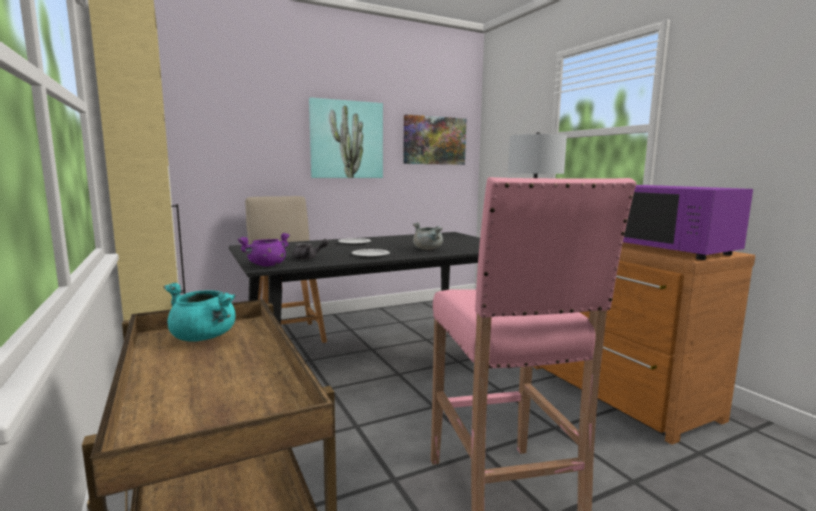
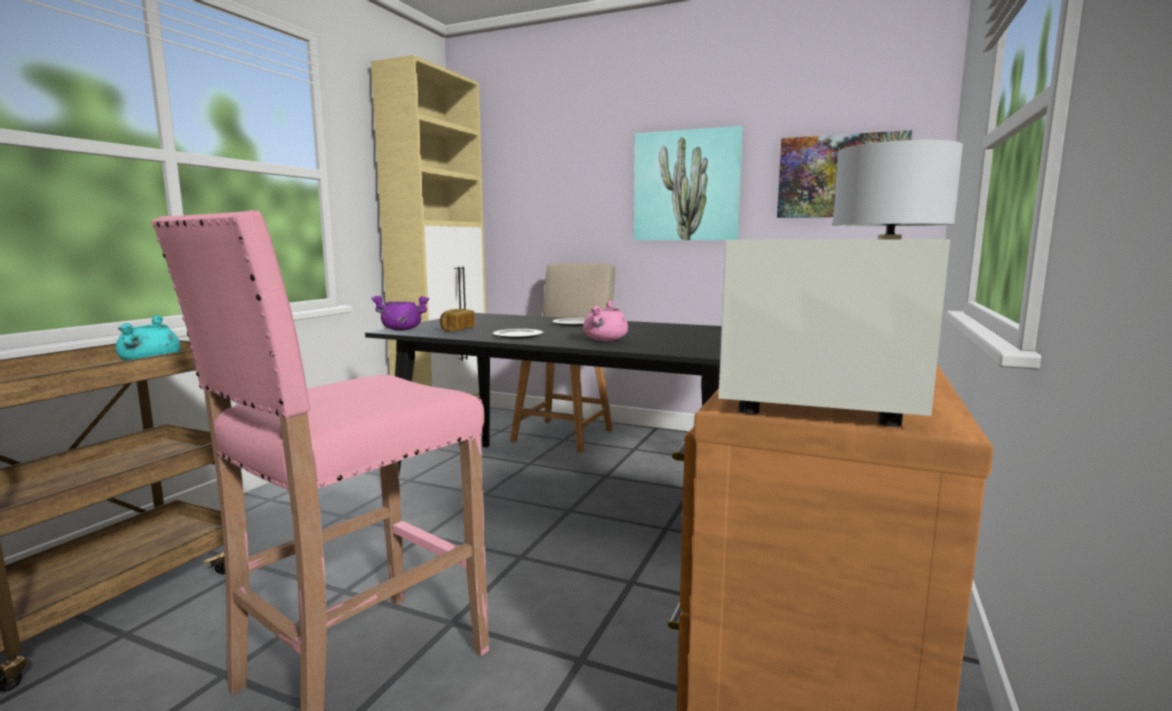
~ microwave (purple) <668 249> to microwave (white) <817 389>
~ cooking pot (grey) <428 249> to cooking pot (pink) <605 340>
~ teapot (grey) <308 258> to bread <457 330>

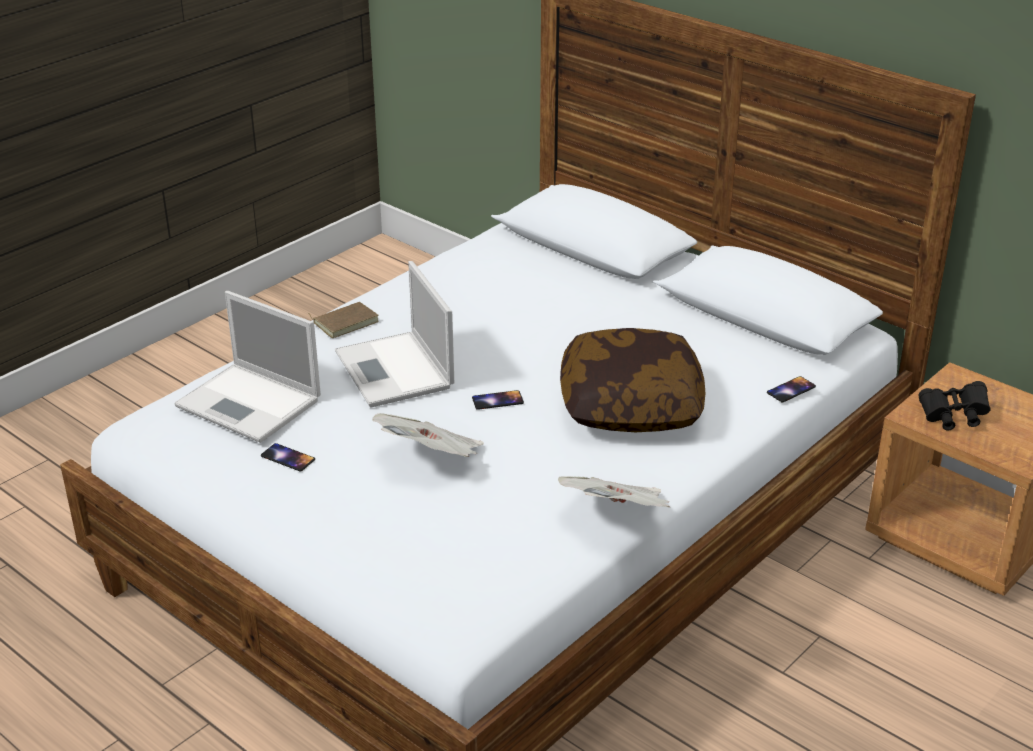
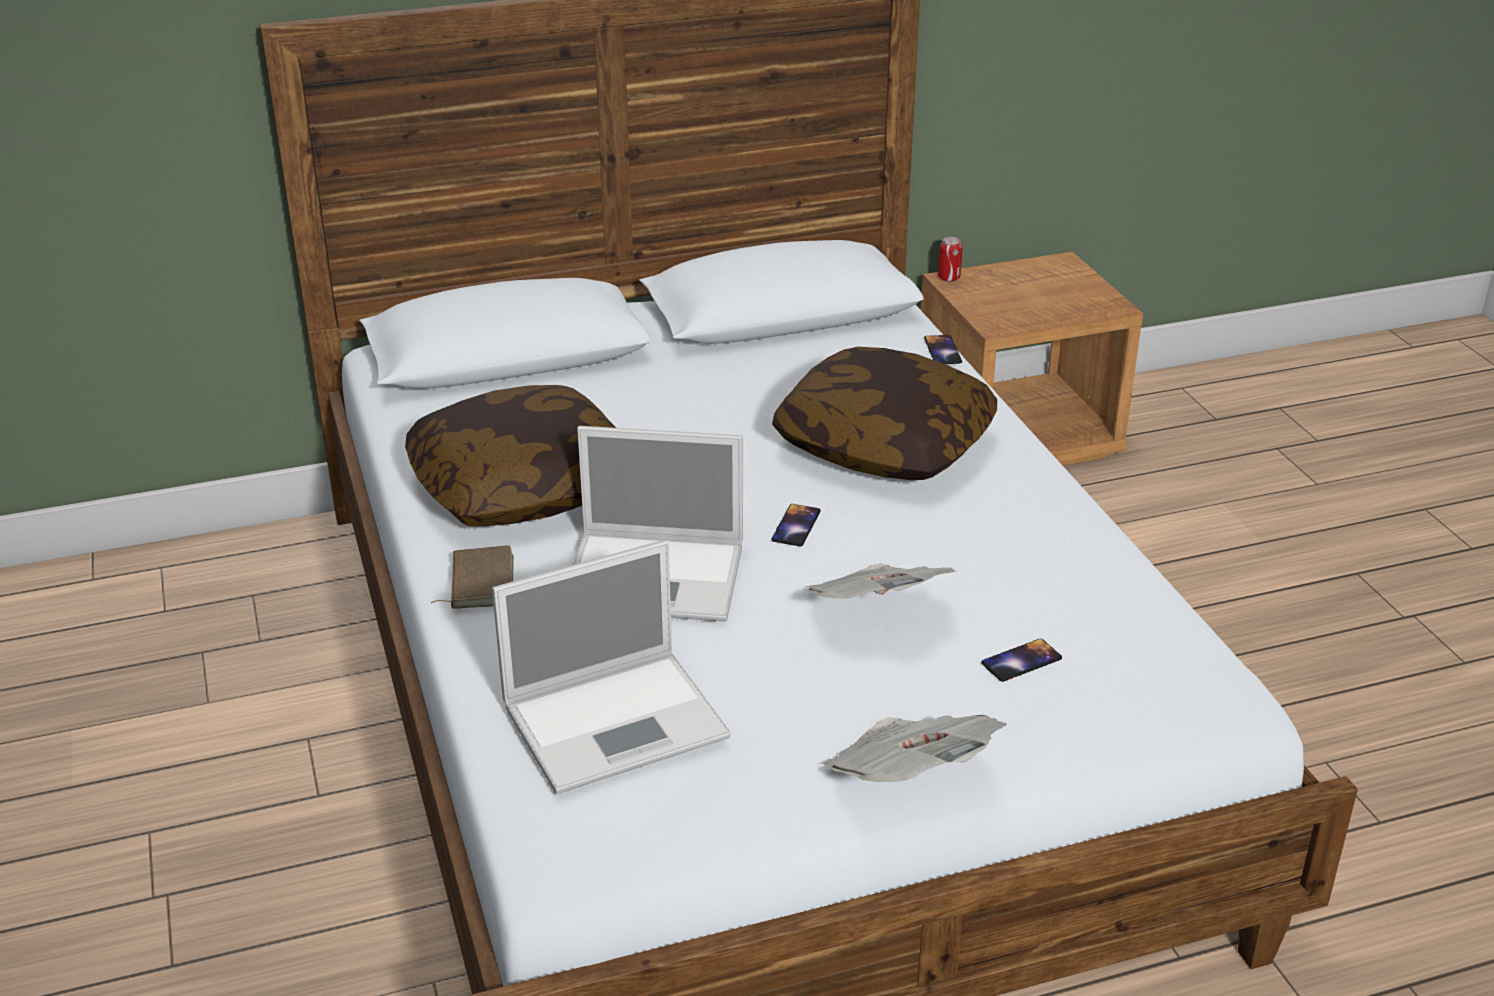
- binoculars (black) <953 417>
~ phone <288 458> to <1021 661>
~ newspaper <617 515> to <910 779>
+ can <949 278>
+ pillow <522 488>

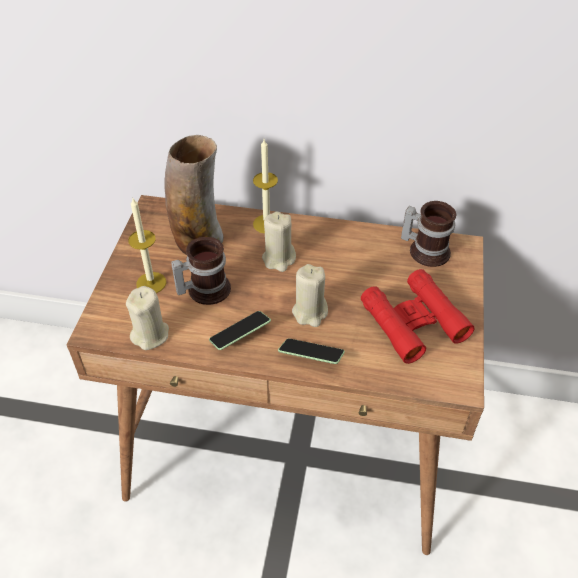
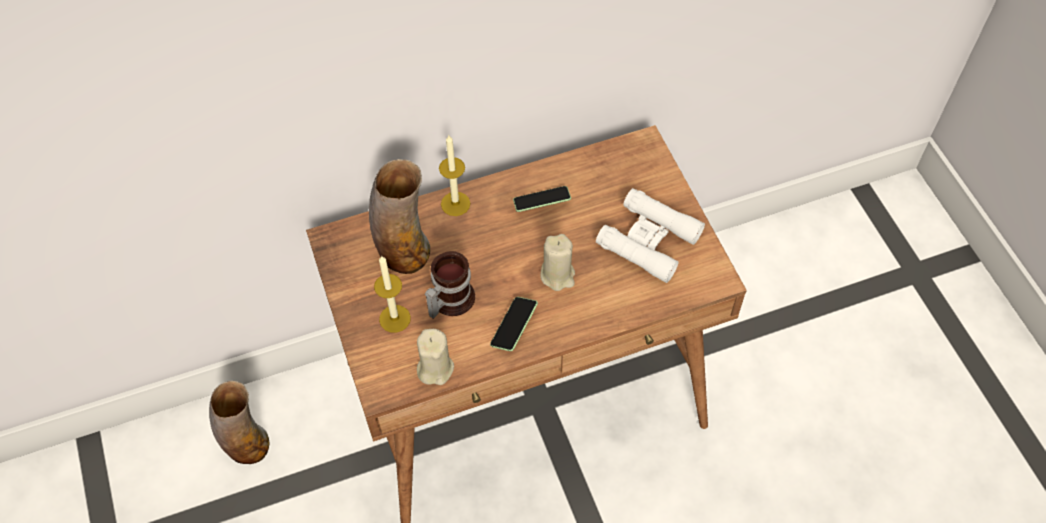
- mug <426 249>
- candle (beige) <279 259>
~ binoculars (red) <413 322> to binoculars (white) <648 240>
~ phone <311 356> to <541 203>
+ vase <247 445>

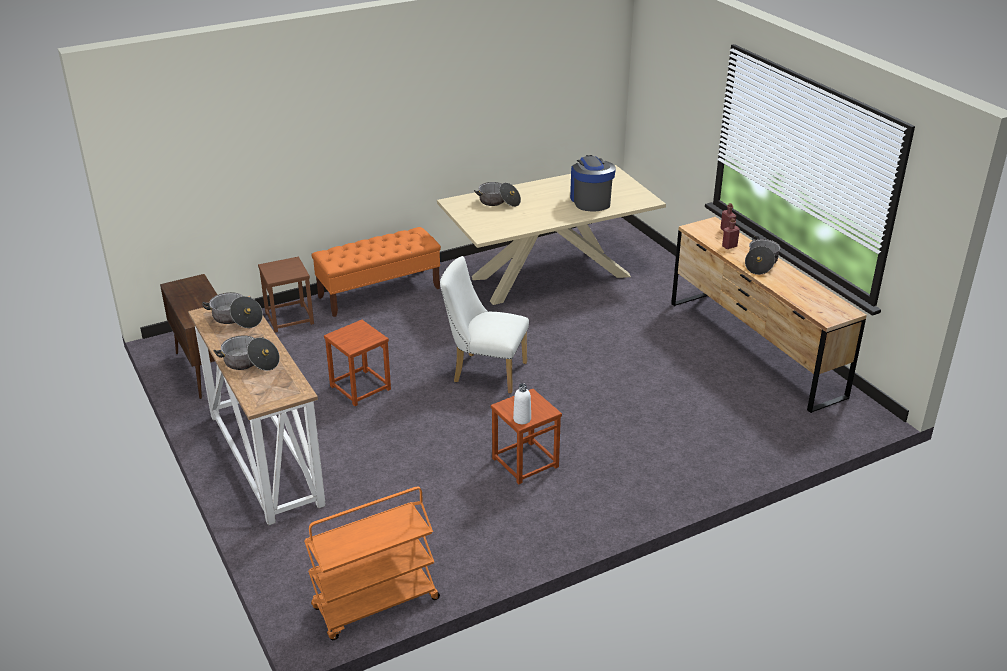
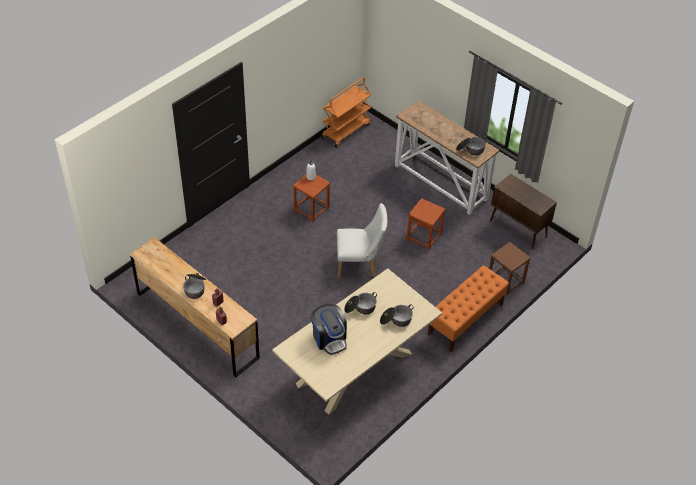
~ cooking pot <250 363> to <360 308>

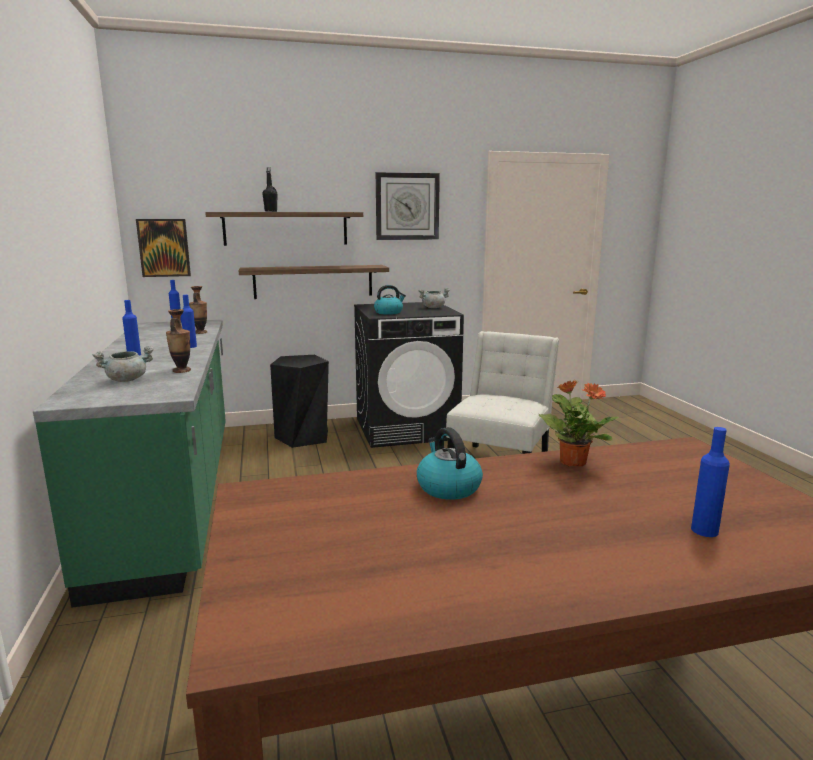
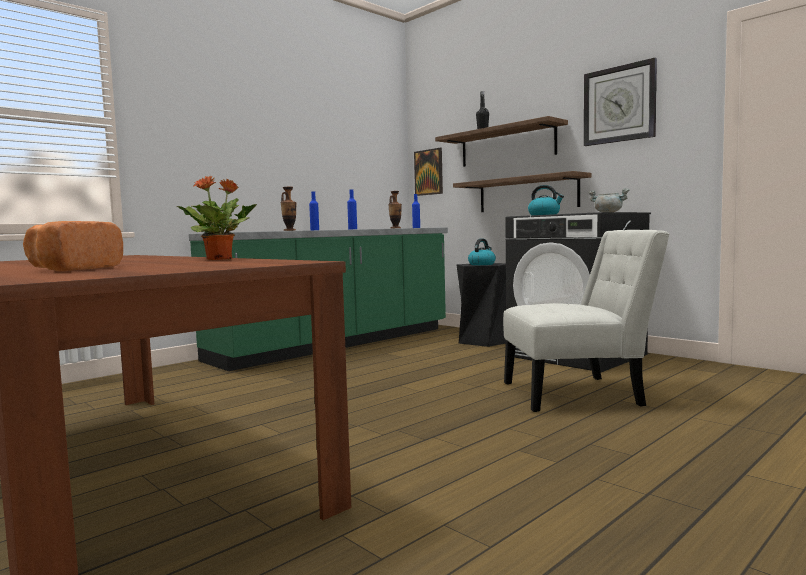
- cooking pot (grey) <127 380>
~ kettle <447 487> to <482 264>
~ bottle (blue) <704 530> to bread <73 269>

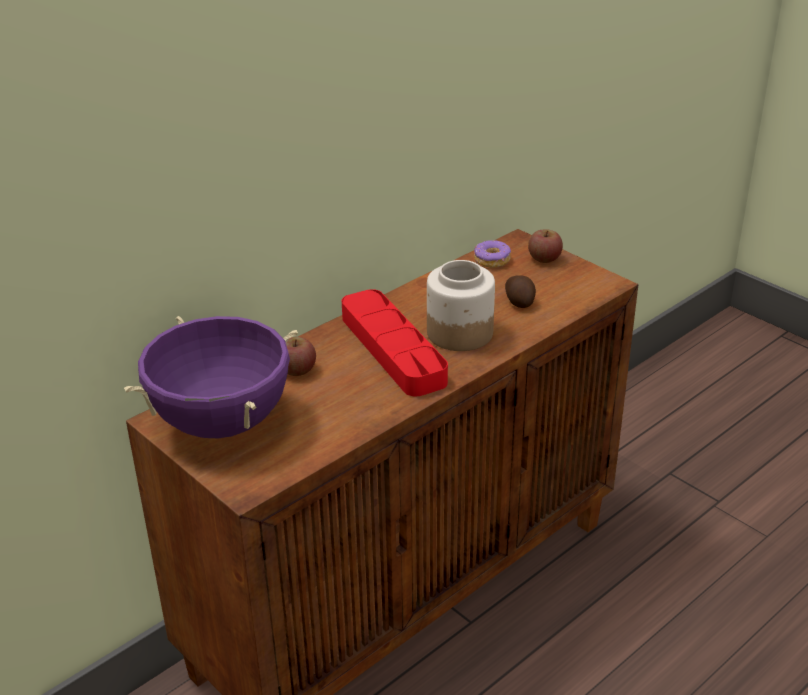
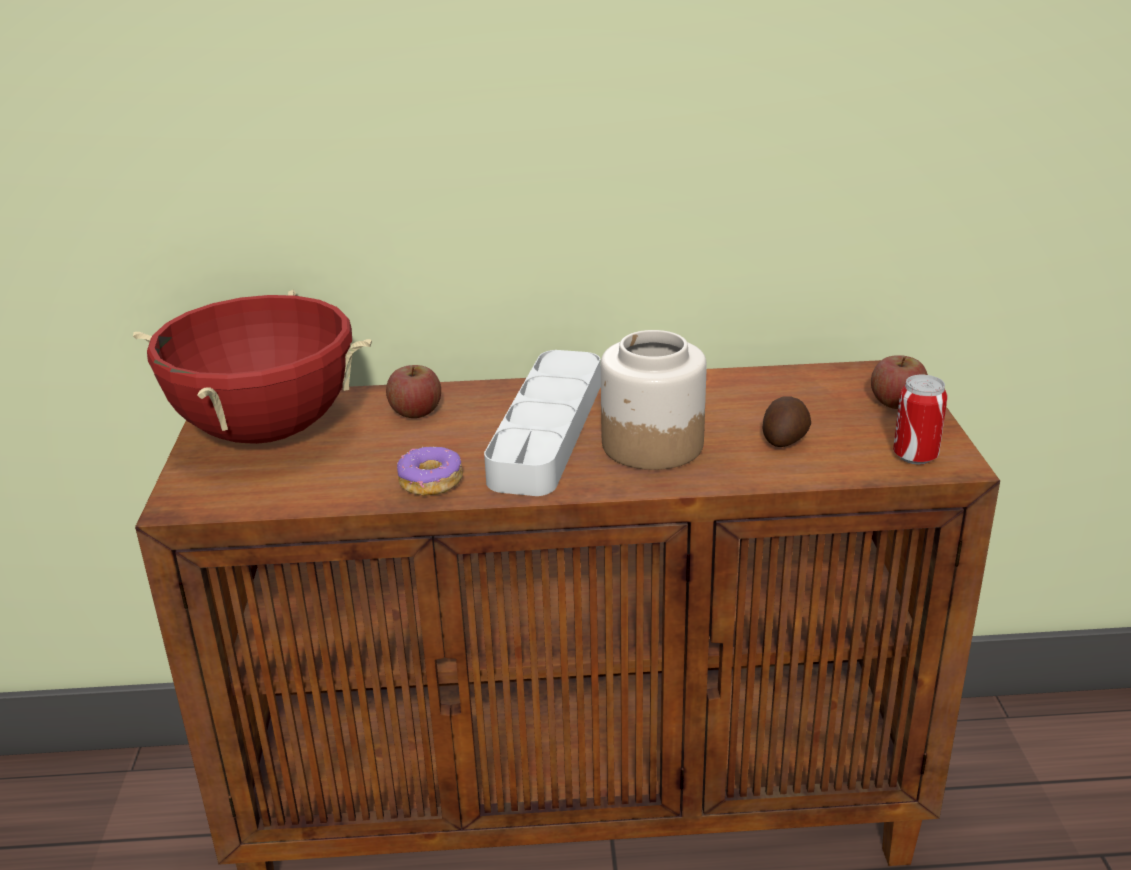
~ donut <492 260> to <430 482>
~ tray (red) <392 349> to tray (grey) <547 431>
~ cooking pot (purple) <222 423> to cooking pot (red) <266 431>
+ can <915 456>

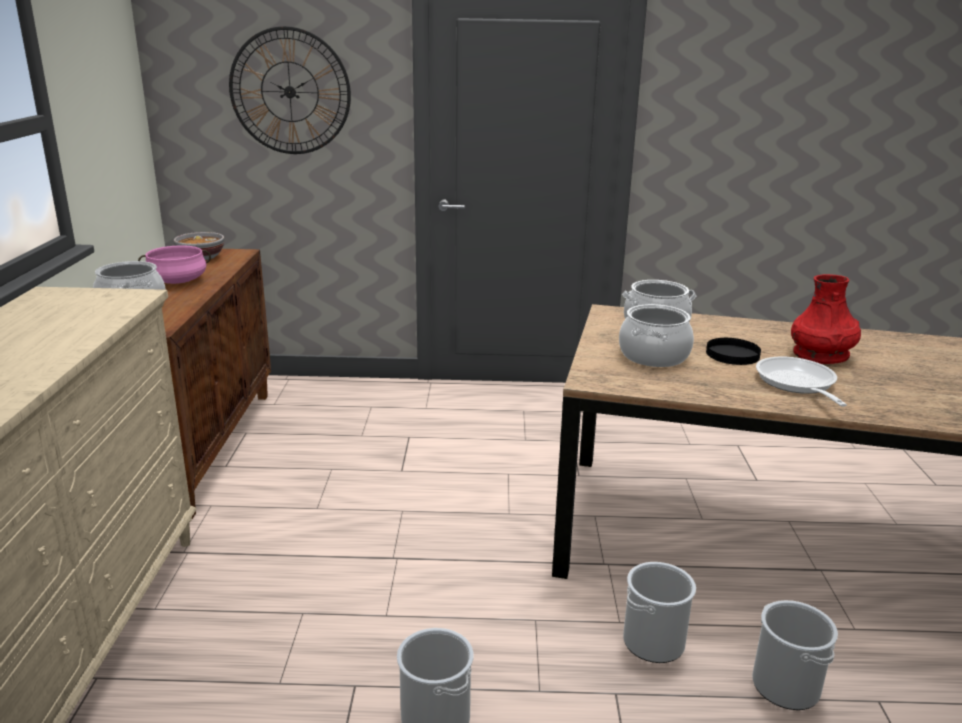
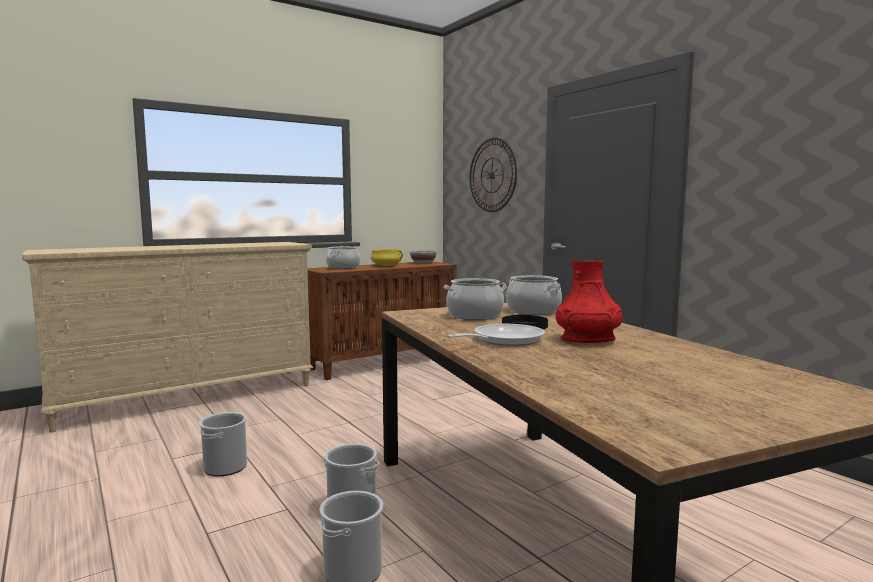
~ cooking pot (pink) <178 281> to cooking pot (yellow) <386 265>

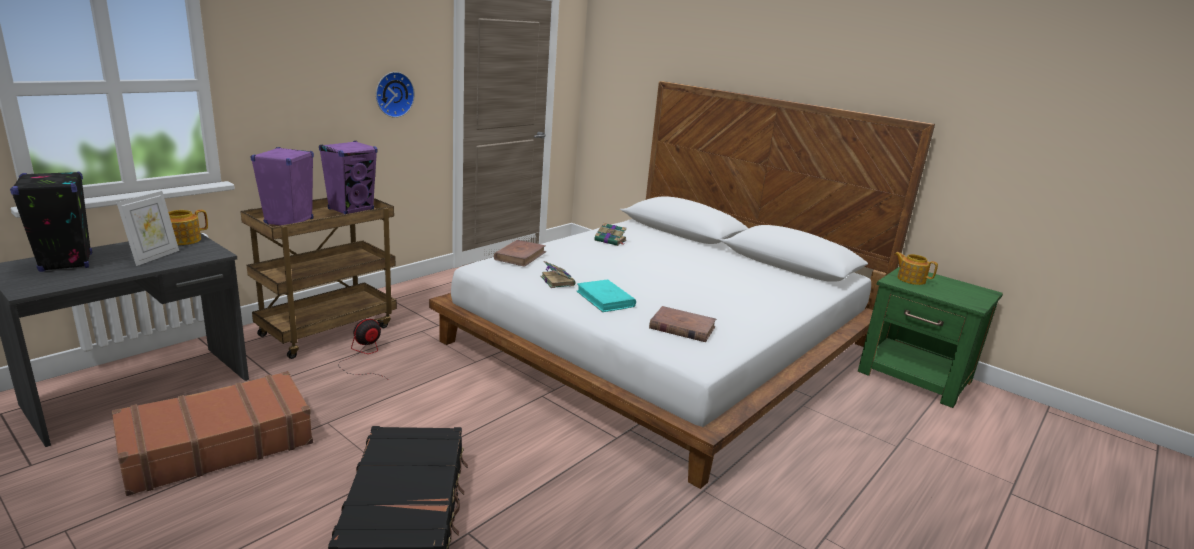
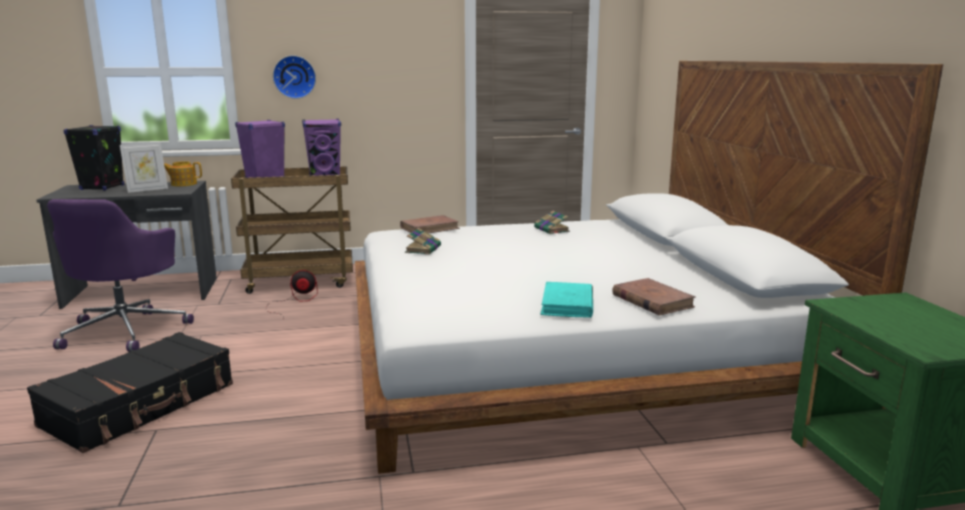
~ wall clock <393 94> to <294 77>
- teapot <910 279>
~ book (turquoise) <605 299> to <567 304>
~ book (brown) <681 327> to <652 301>
~ suitcase (brown) <217 445> to office chair (purple) <126 330>

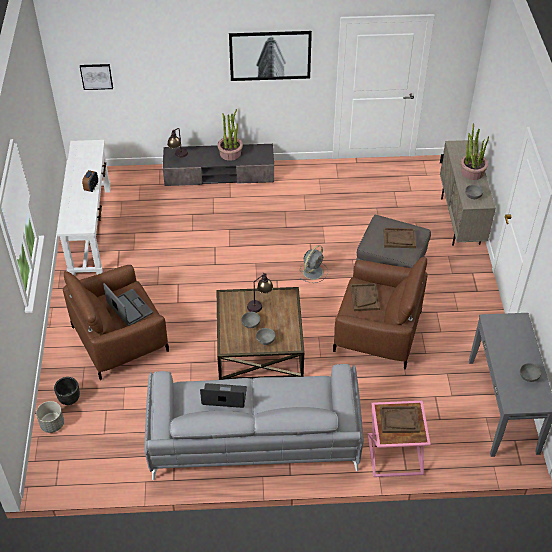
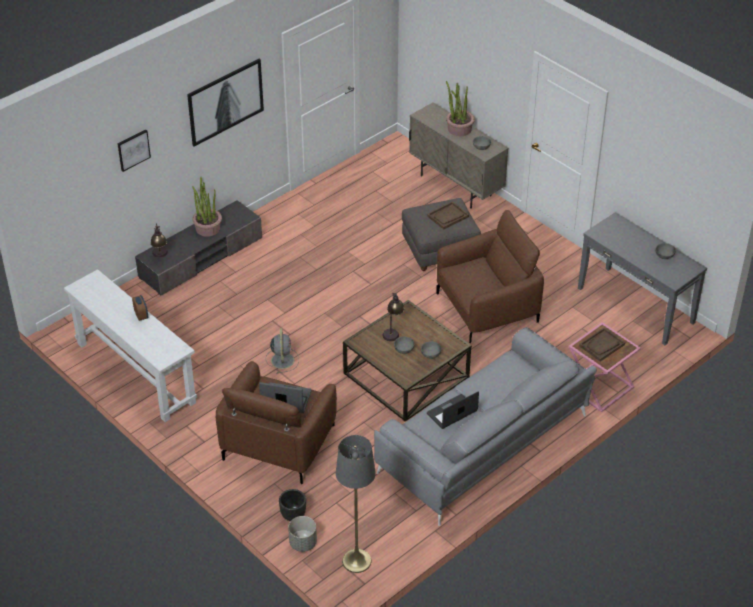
~ picture <96 76> to <133 149>
~ fan (grey) <313 271> to <282 359>
- tray (brown) <364 298>
+ floor lamp (grey) <356 561>

